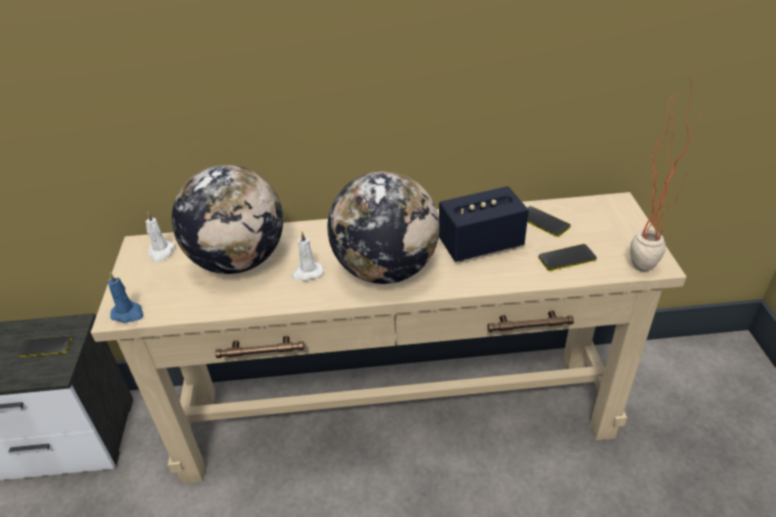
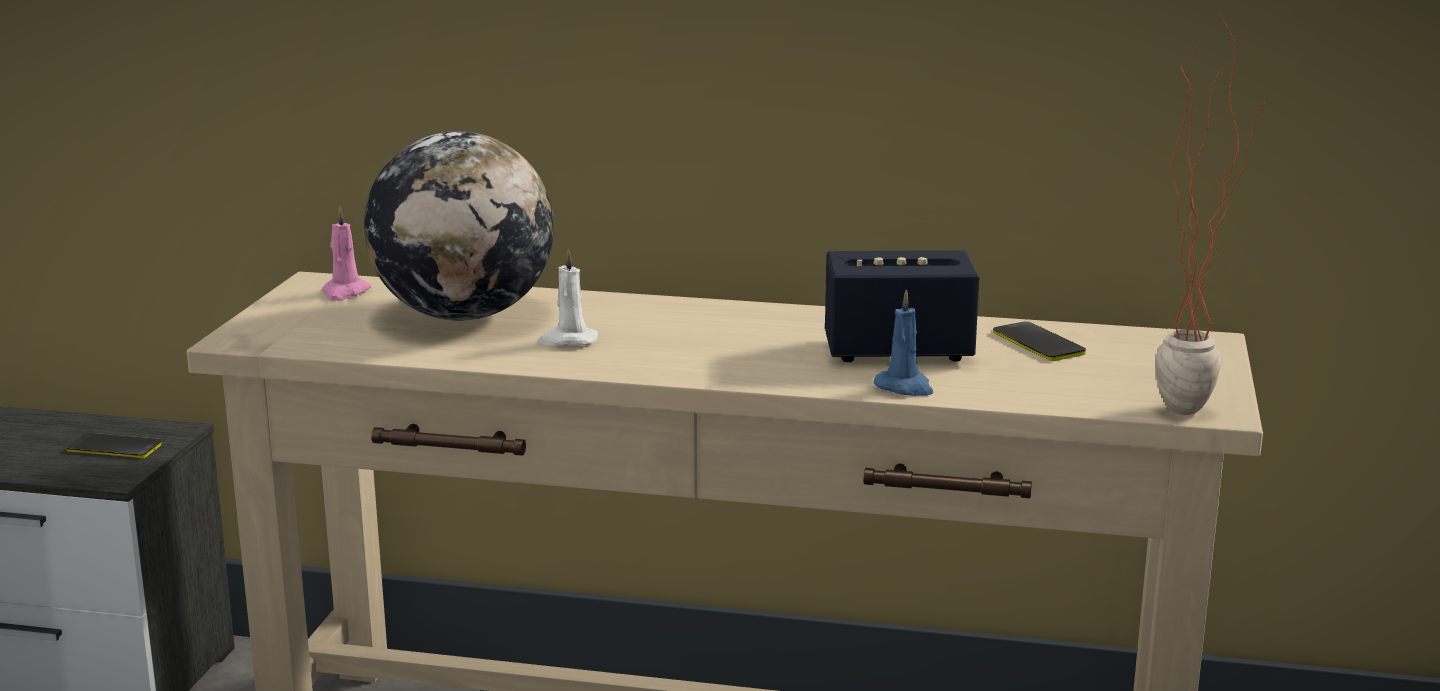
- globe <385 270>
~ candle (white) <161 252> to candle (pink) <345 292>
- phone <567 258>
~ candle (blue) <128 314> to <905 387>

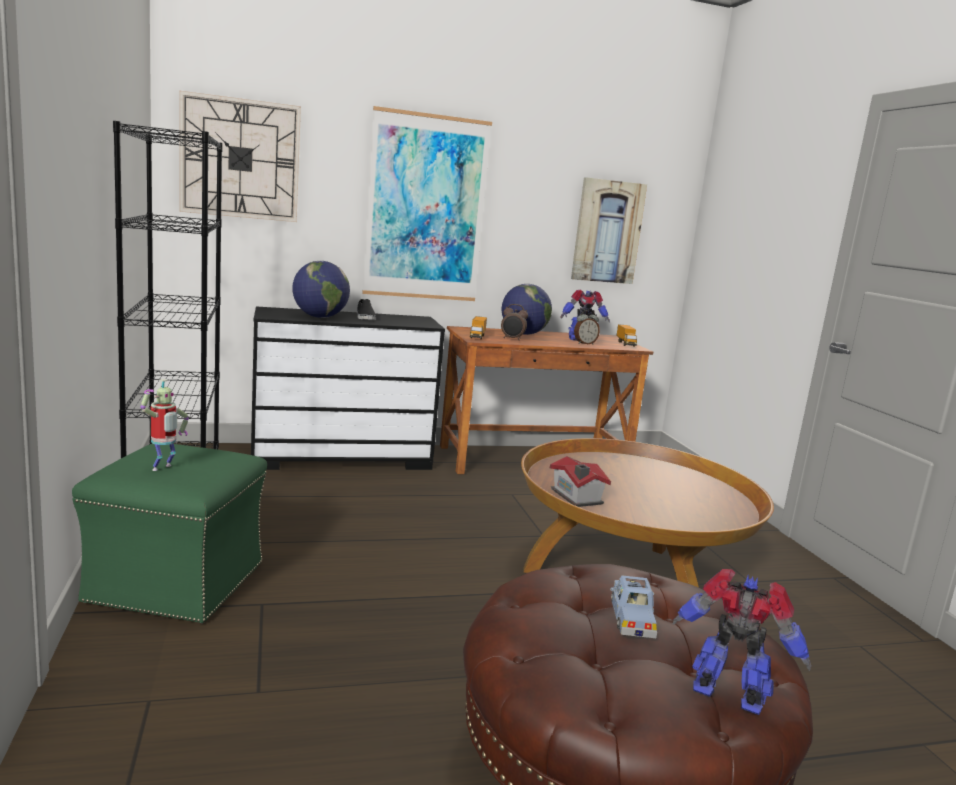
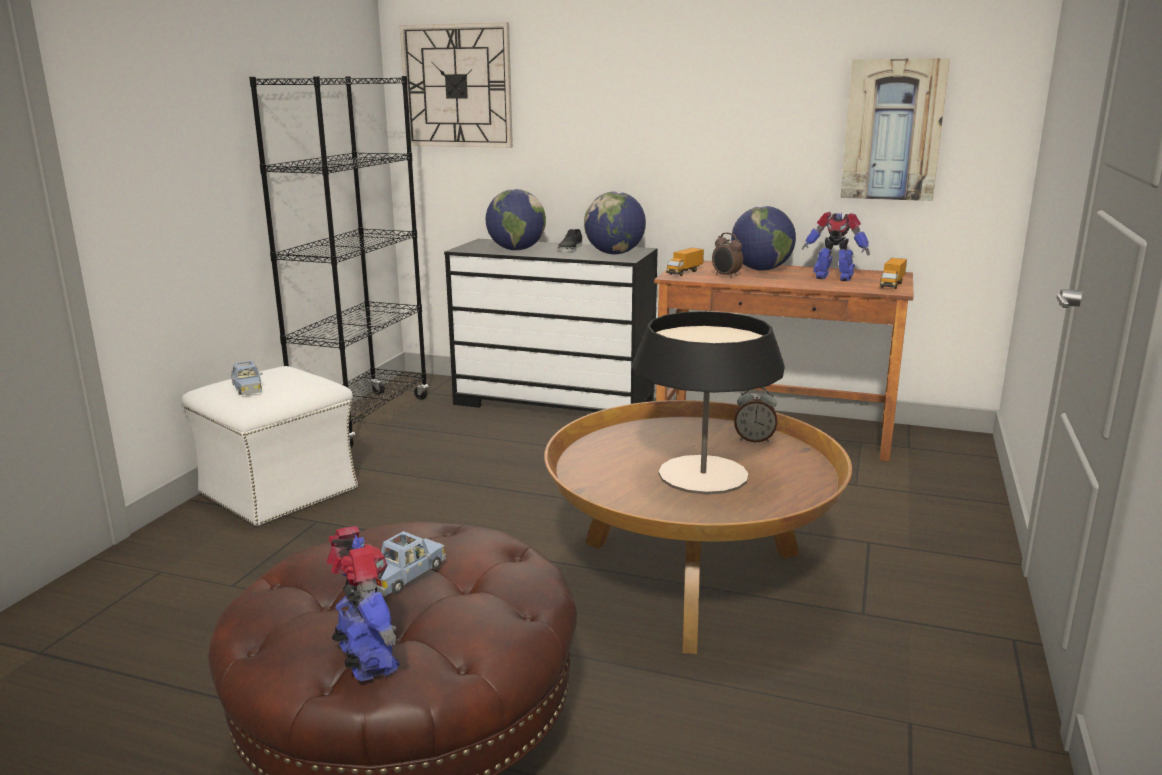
- picture <426 208>
~ alarm clock <584 343> to <754 440>
~ toy robot <163 468> to toy car (blue) <247 388>
~ ottoman (green) <177 581> to ottoman (white) <280 490>
- toy house <576 497>
+ globe <614 253>
+ table lamp <703 475>

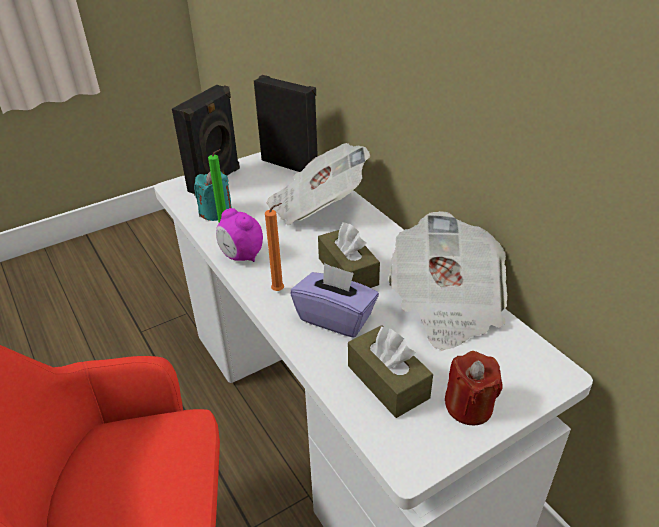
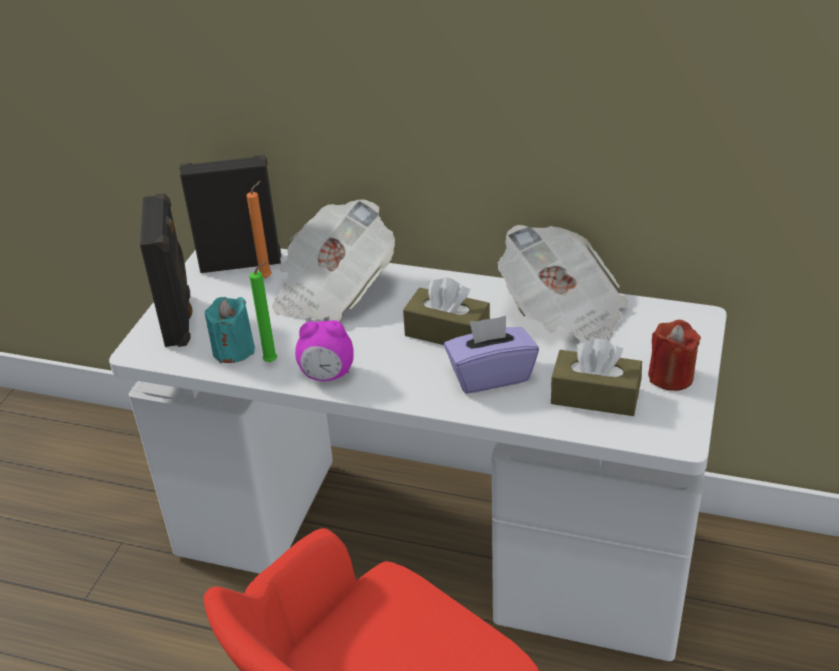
~ candle (orange) <280 291> to <267 277>

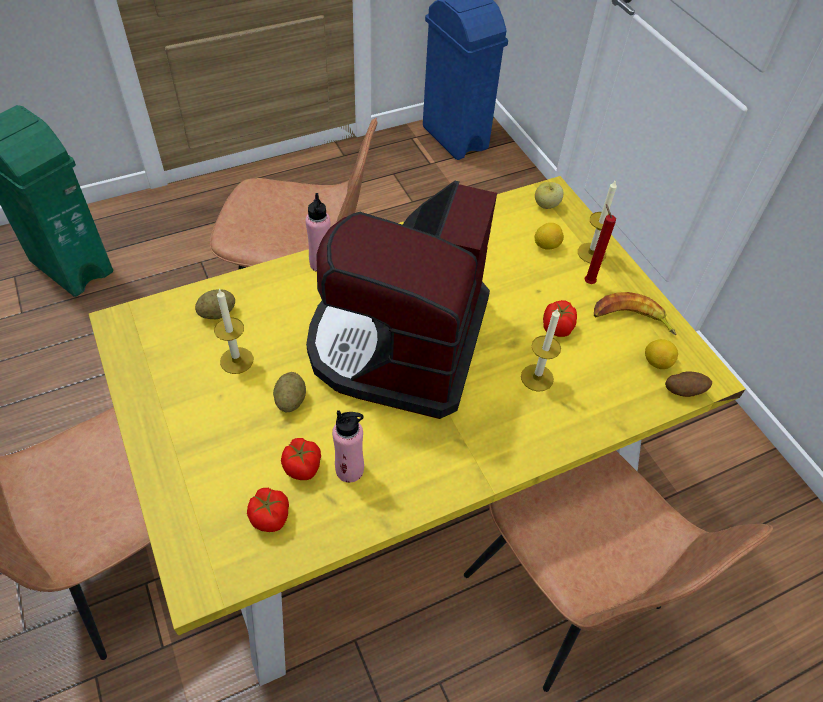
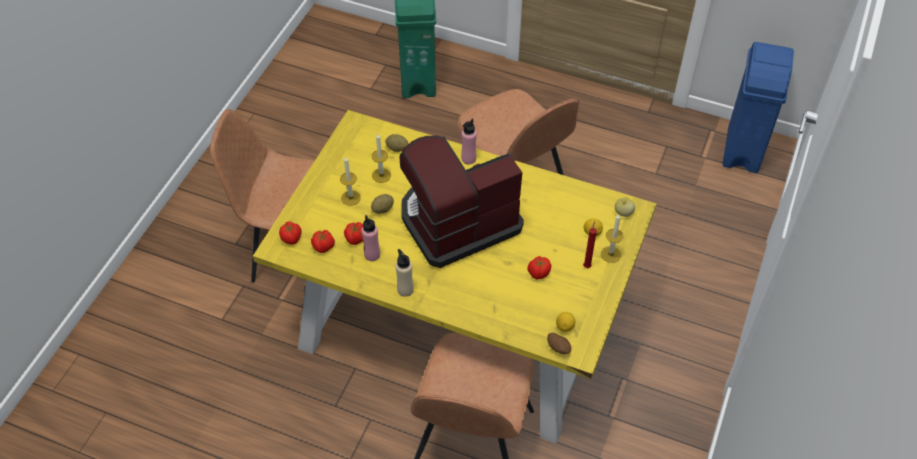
- banana <631 319>
~ candle <537 377> to <350 198>
+ tomato <291 238>
+ bottle (beige) <405 289>

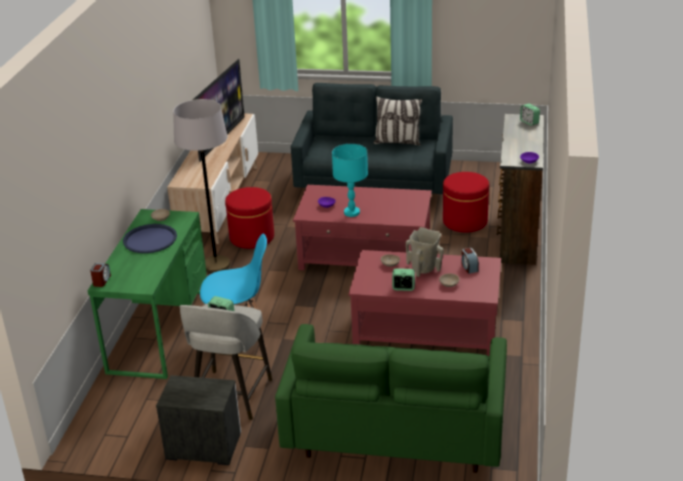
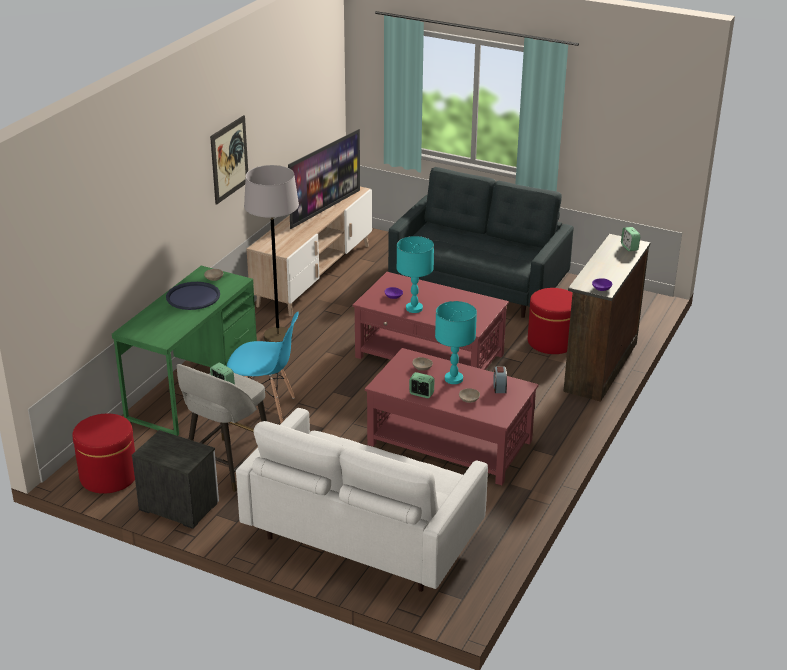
- pillow <397 142>
~ ottoman (red) <252 237> to <108 476>
~ vase (beige) <424 268> to table lamp (turquoise) <453 379>
- alarm clock <101 281>
~ sofa (green) <394 434> to sofa (white) <362 536>
+ picture <229 159>

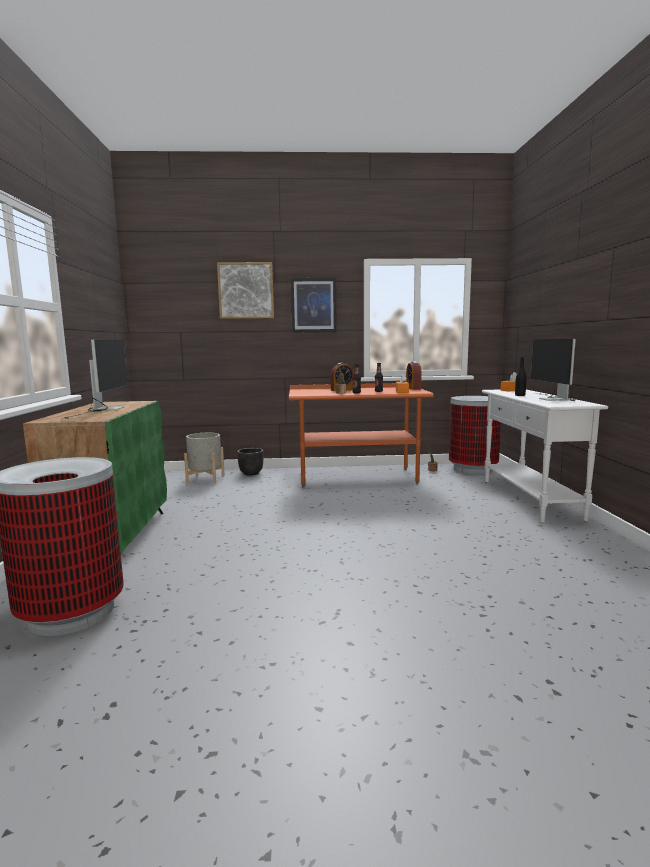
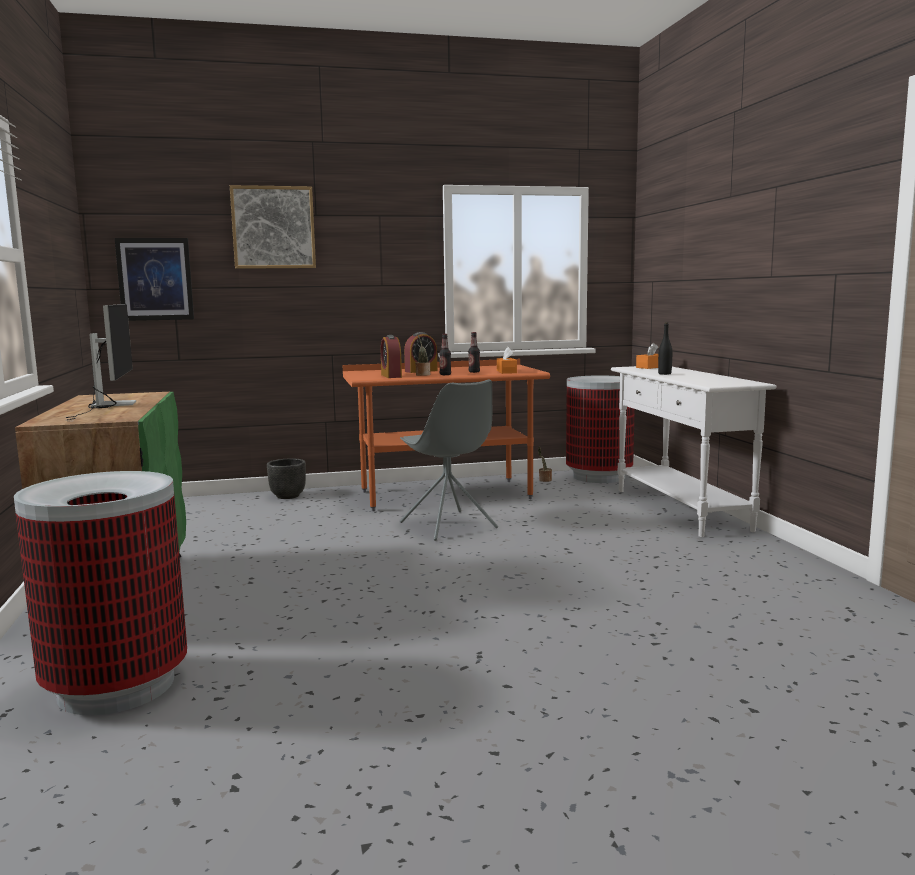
~ picture <313 305> to <155 279>
- monitor <552 399>
~ alarm clock <413 388> to <391 376>
- planter (grey) <205 479>
+ chair (grey) <449 526>

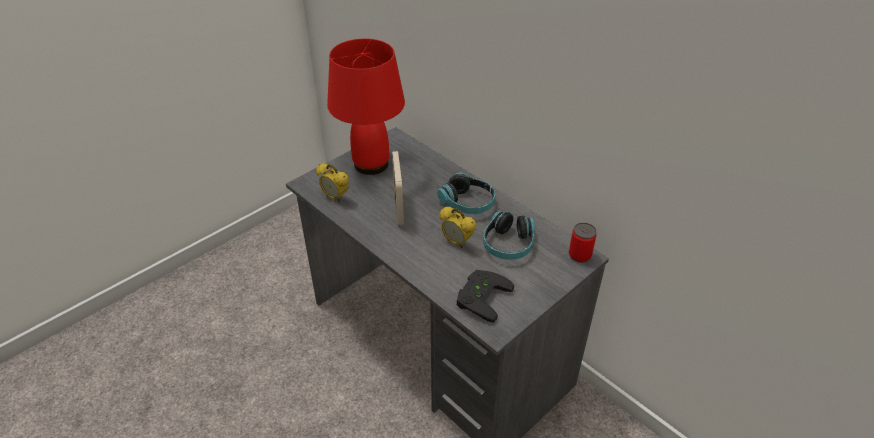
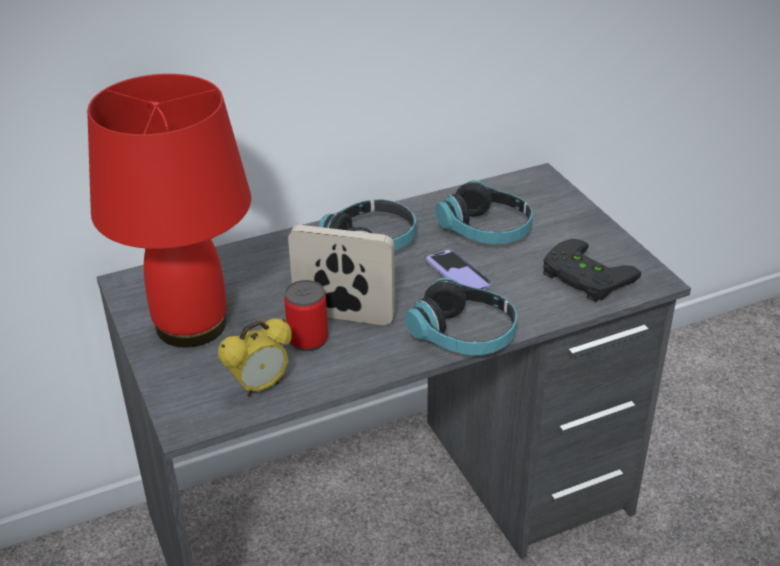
~ alarm clock <456 242> to phone <458 274>
~ can <579 255> to <308 339>
+ headphones <464 334>

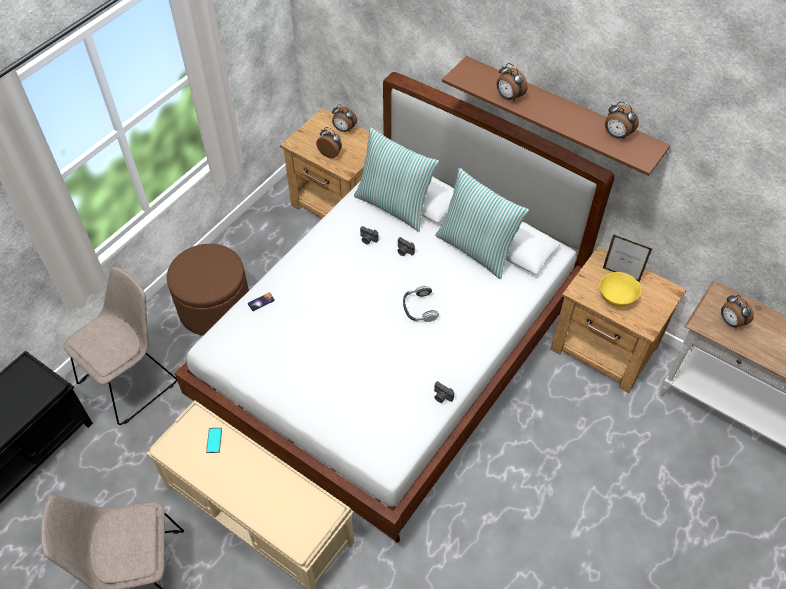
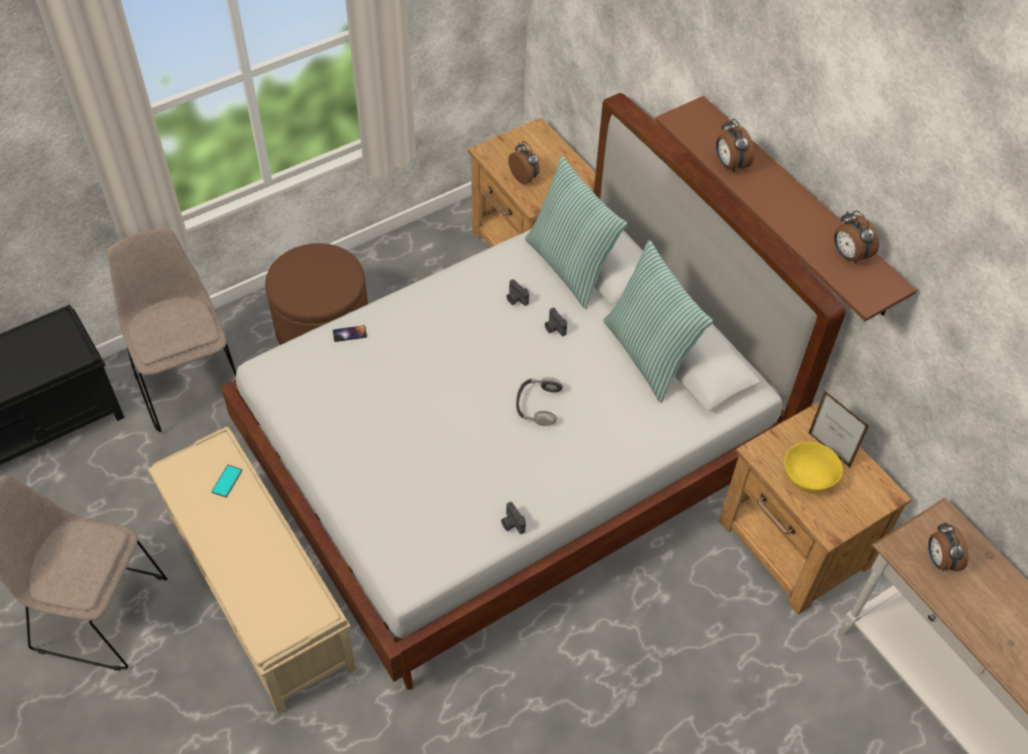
- alarm clock <344 129>
~ chair (beige) <131 380> = <189 381> 90 degrees counterclockwise

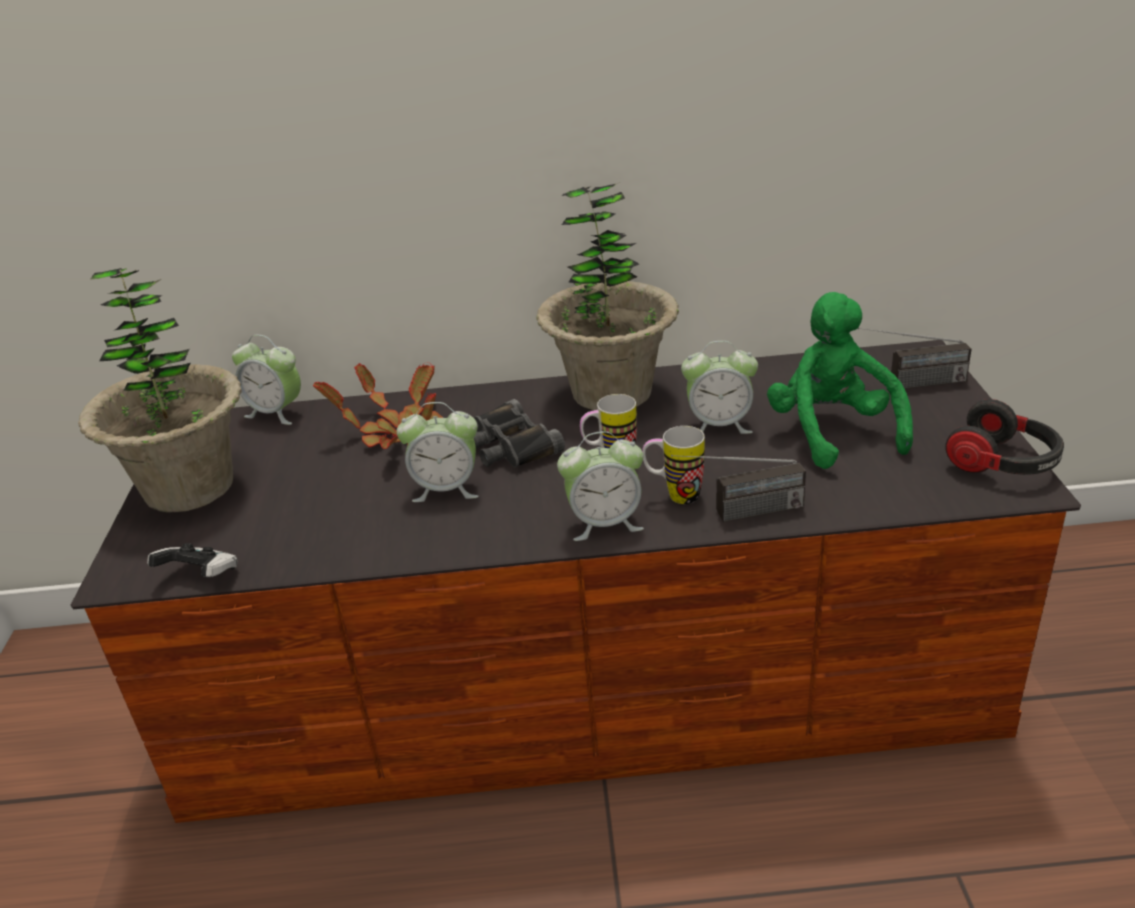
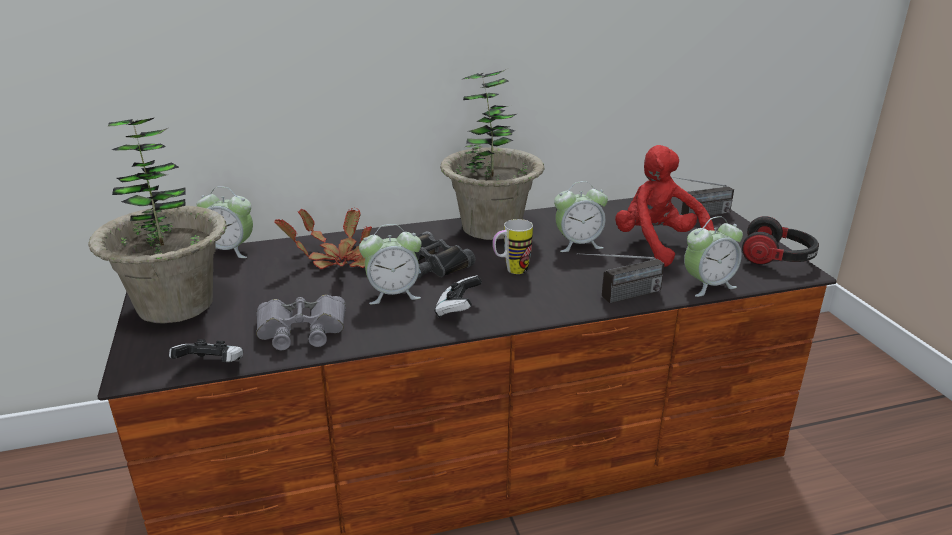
~ plush toy (green) <832 432> to plush toy (red) <658 245>
- mug <674 495>
~ alarm clock <605 523> to <708 285>
+ game controller <458 310>
+ binoculars (grey) <302 330>

